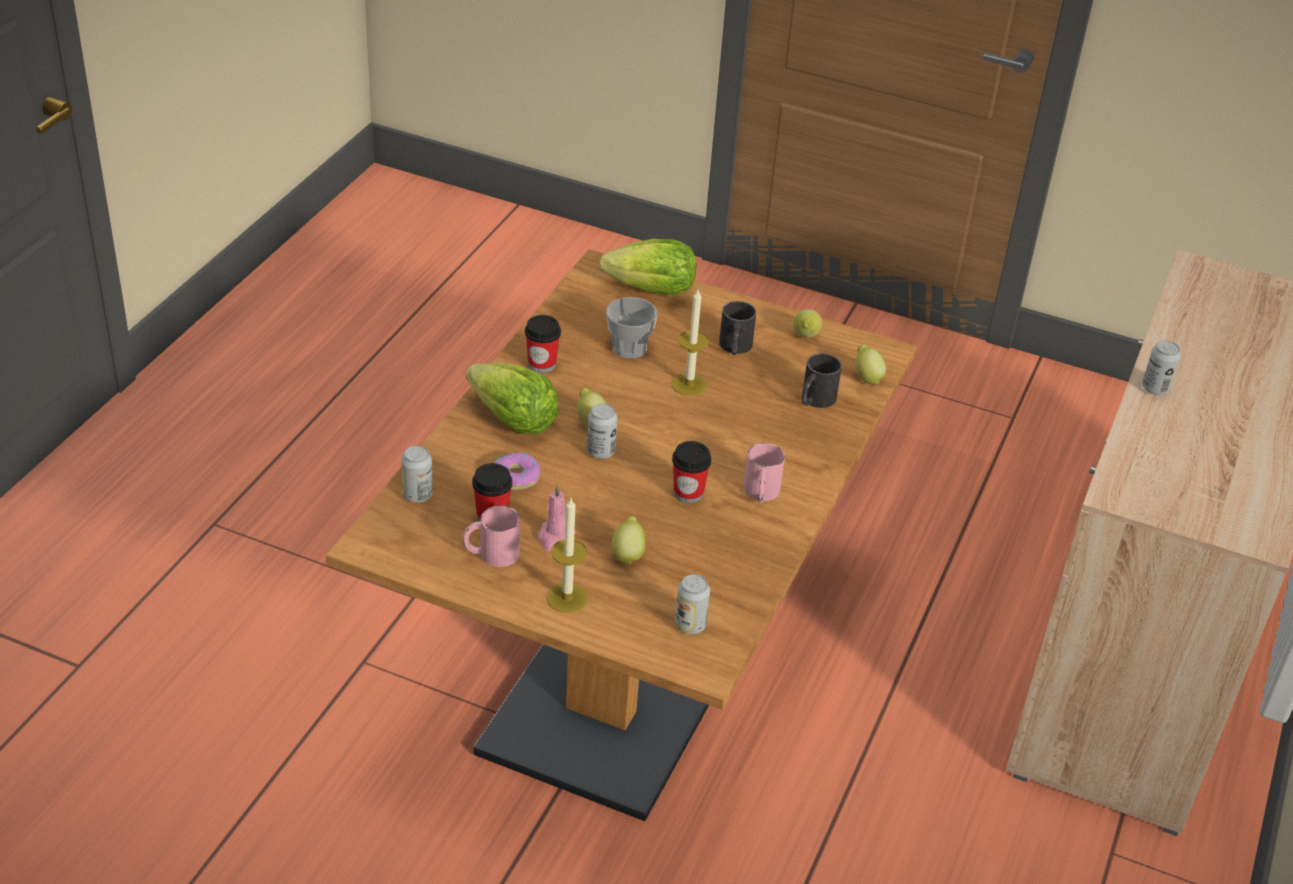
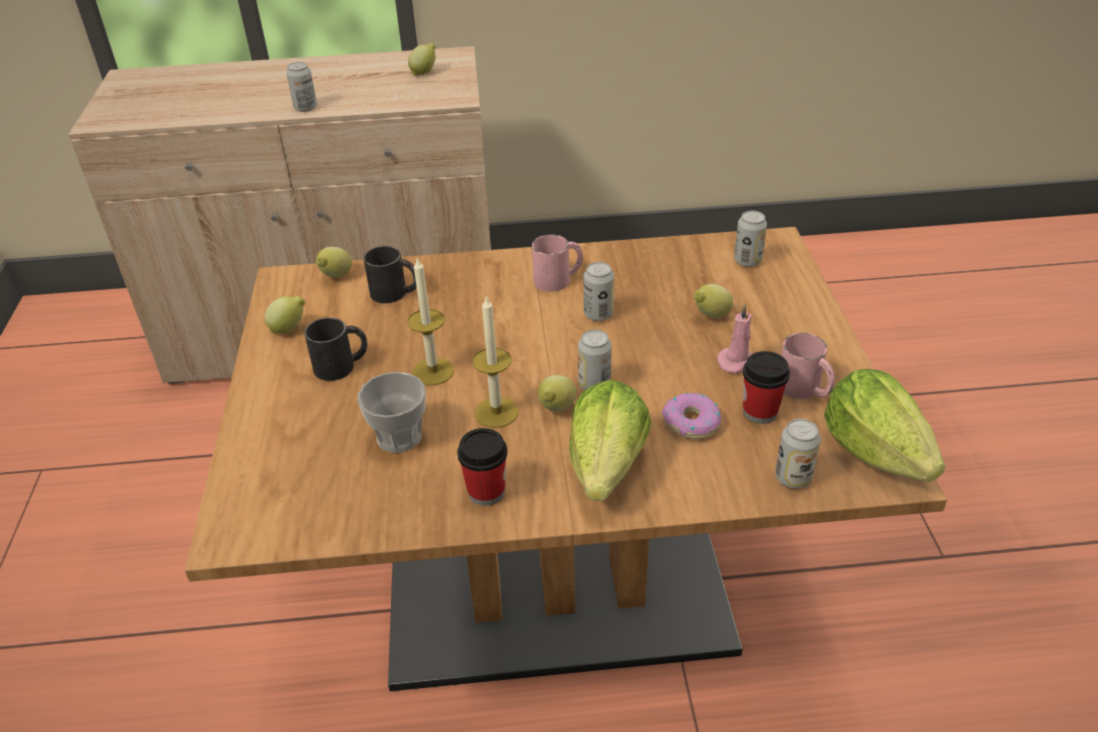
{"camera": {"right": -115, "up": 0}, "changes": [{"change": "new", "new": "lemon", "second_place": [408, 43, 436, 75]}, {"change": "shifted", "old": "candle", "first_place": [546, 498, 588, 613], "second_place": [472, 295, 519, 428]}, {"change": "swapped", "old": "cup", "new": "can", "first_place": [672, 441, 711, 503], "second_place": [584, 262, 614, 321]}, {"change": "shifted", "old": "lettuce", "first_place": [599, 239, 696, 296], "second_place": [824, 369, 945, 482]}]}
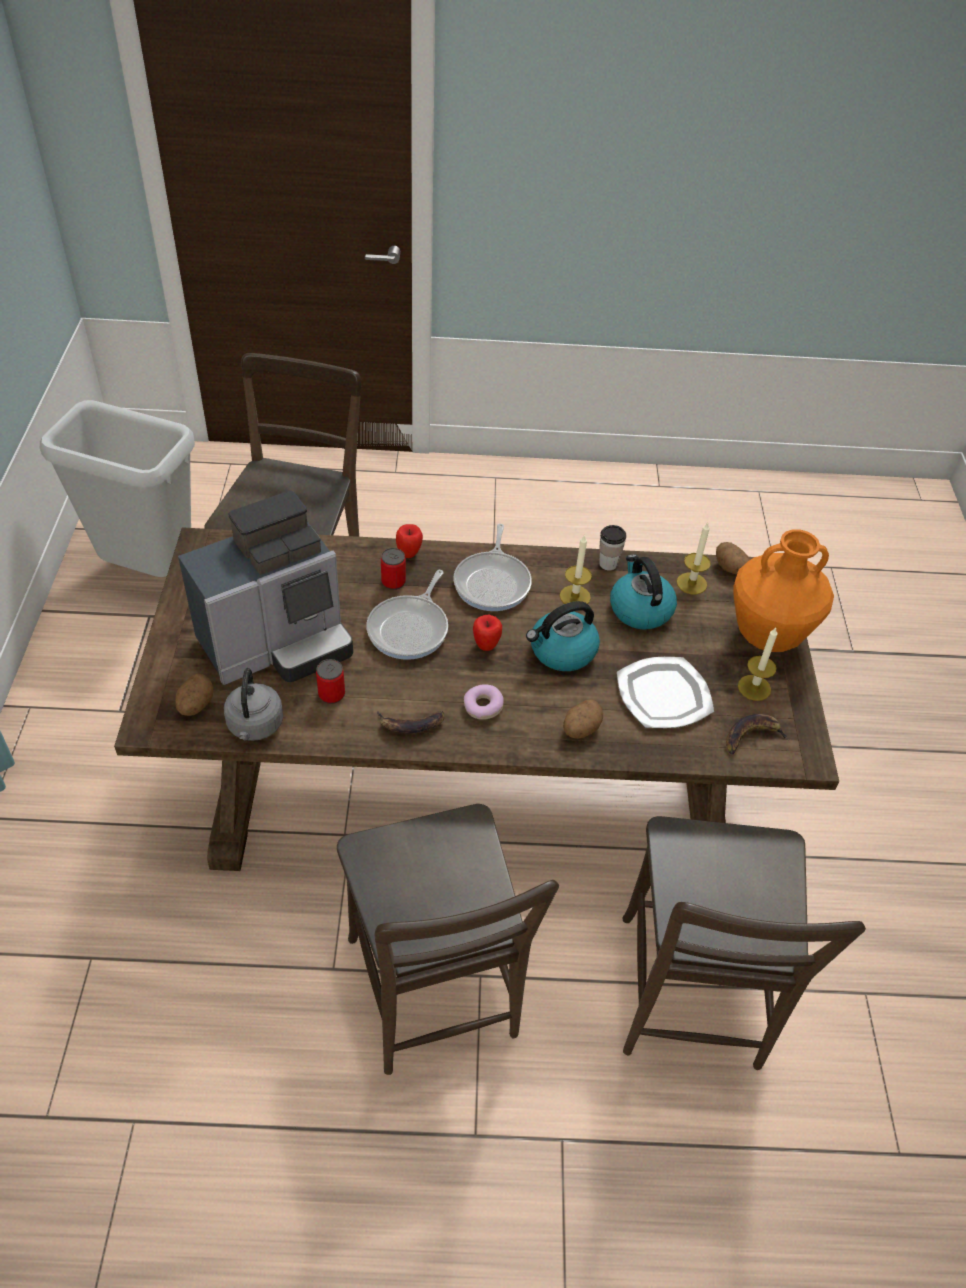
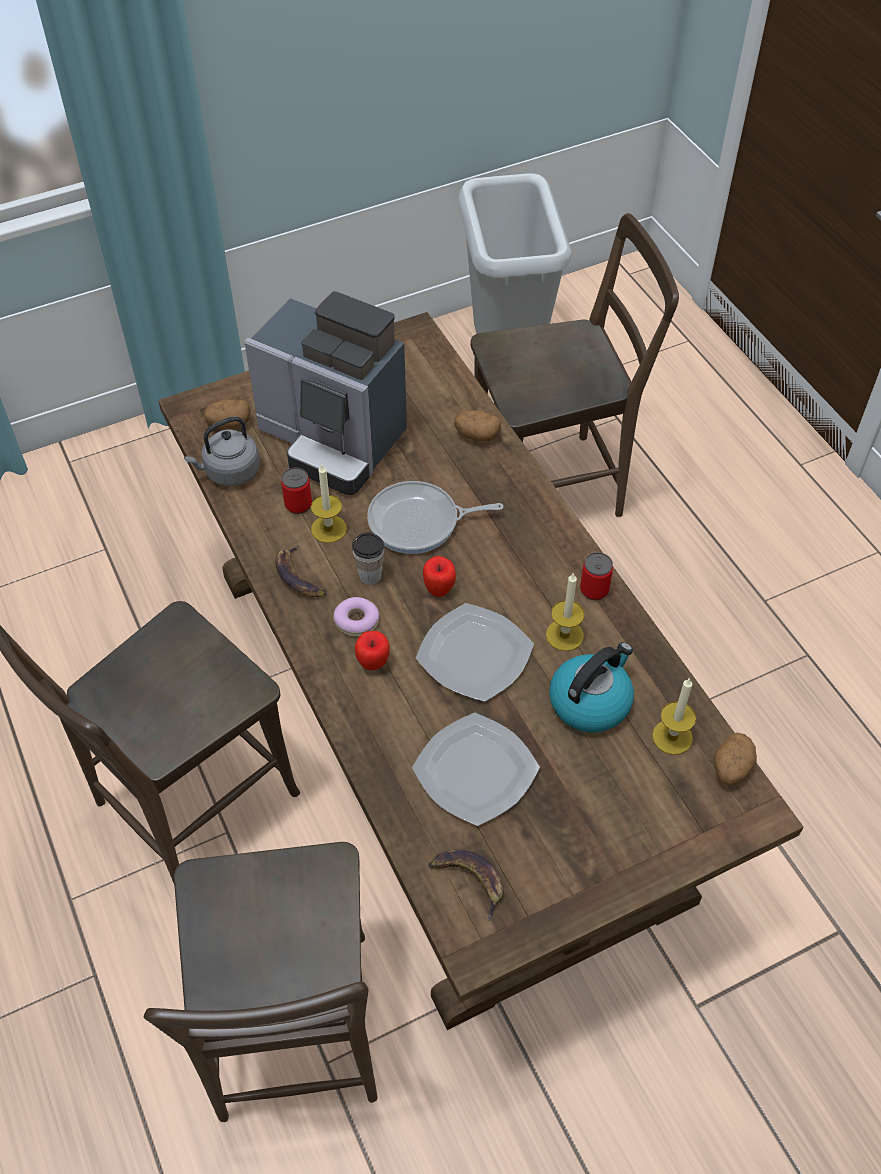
{"camera": {"right": 65, "up": 5}, "changes": [{"change": "rotated", "old": "chair/brown", "first_place": [623, 816, 866, 1070], "second_place": [144, 842, 378, 1122], "degrees": -75}, {"change": "shifted", "old": "candle", "first_place": [738, 628, 777, 701], "second_place": [311, 465, 347, 543]}, {"change": "shifted", "old": "cup", "first_place": [599, 525, 626, 570], "second_place": [352, 532, 384, 585]}, {"change": "shifted", "old": "apple", "first_place": [396, 524, 423, 558], "second_place": [355, 631, 390, 670]}, {"change": "swapped", "old": "kettle", "new": "plate", "first_place": [526, 601, 600, 671], "second_place": [416, 603, 534, 702]}, {"change": "shifted", "old": "potato", "first_place": [563, 699, 603, 739], "second_place": [454, 410, 501, 442]}, {"change": "shifted", "old": "can", "first_place": [381, 548, 406, 590], "second_place": [580, 552, 613, 600]}, {"change": "gone", "old": "frying pan", "first_place": [453, 524, 532, 611]}, {"change": "gone", "old": "vase/orange", "first_place": [733, 529, 834, 652]}]}
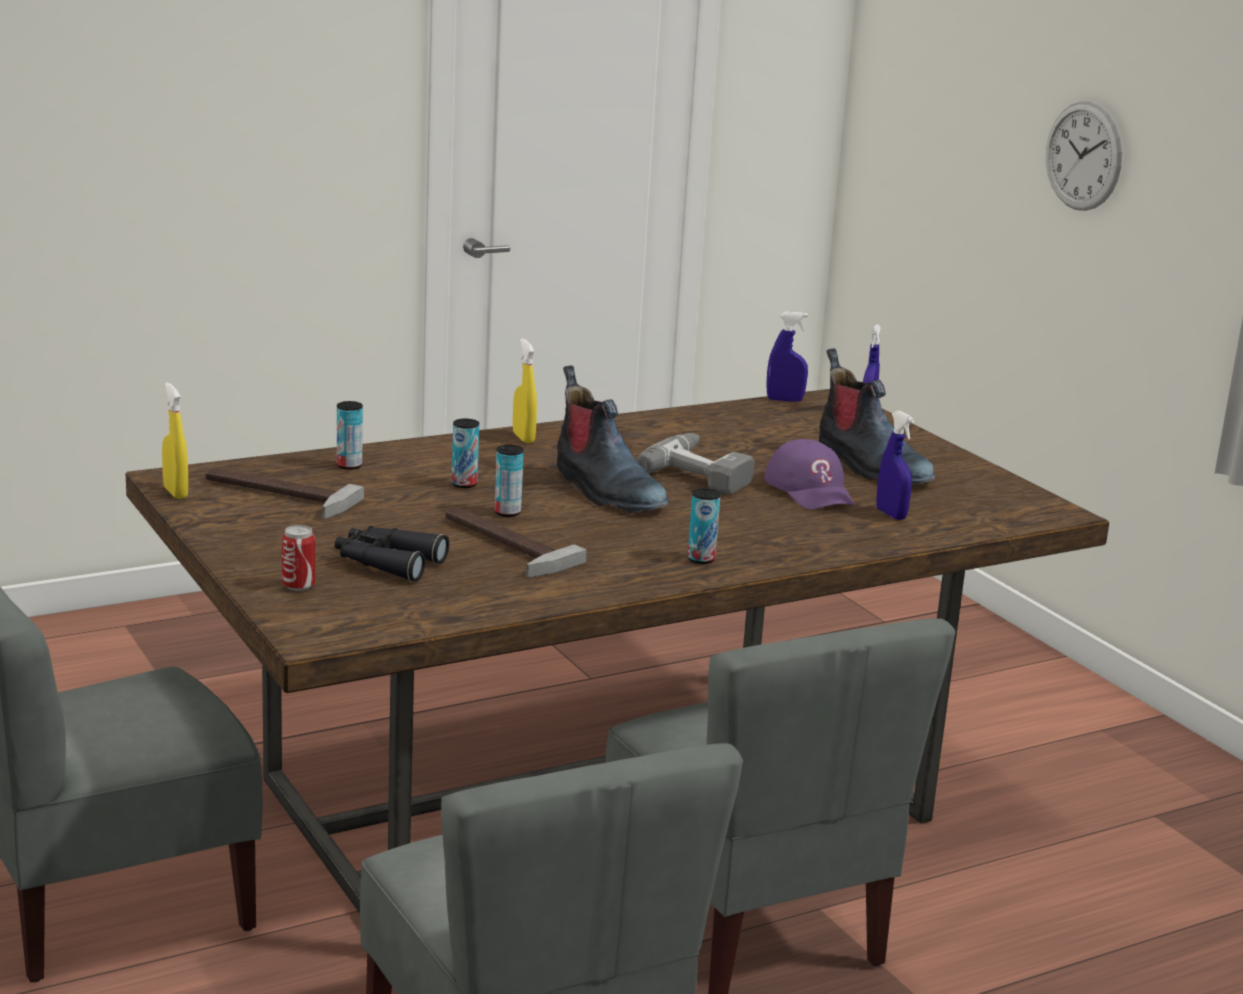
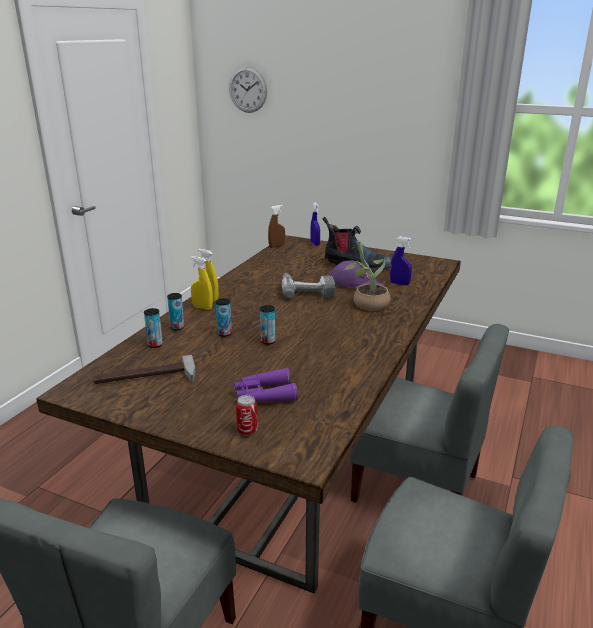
{"camera": {"right": -35, "up": 5}, "changes": [{"change": "shifted", "old": "can", "first_place": [688, 488, 721, 564], "second_place": [167, 293, 184, 330]}, {"change": "shifted", "old": "spray bottle/yellow", "first_place": [162, 382, 188, 499], "second_place": [191, 256, 213, 310]}, {"change": "shifted", "old": "wall clock", "first_place": [1046, 101, 1123, 211], "second_place": [229, 67, 267, 113]}, {"change": "repainted", "old": "binoculars/black", "new": "binoculars/purple", "first_place": [335, 526, 449, 582], "second_place": [234, 368, 298, 402]}, {"change": "repainted", "old": "spray bottle/blue", "new": "spray bottle/brown", "first_place": [766, 312, 808, 402], "second_place": [268, 205, 285, 248]}, {"change": "new", "new": "potted plant", "second_place": [344, 241, 391, 311]}, {"change": "gone", "old": "hammer", "first_place": [445, 507, 587, 578]}, {"change": "gone", "old": "boot", "first_place": [557, 366, 669, 513]}]}
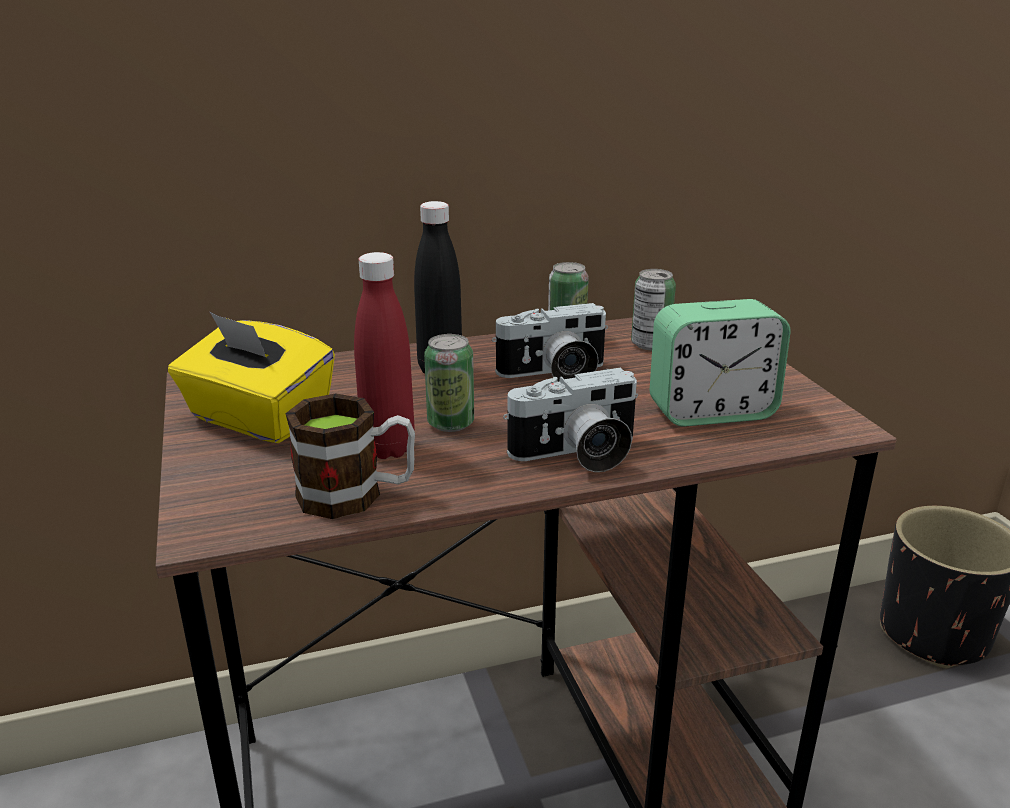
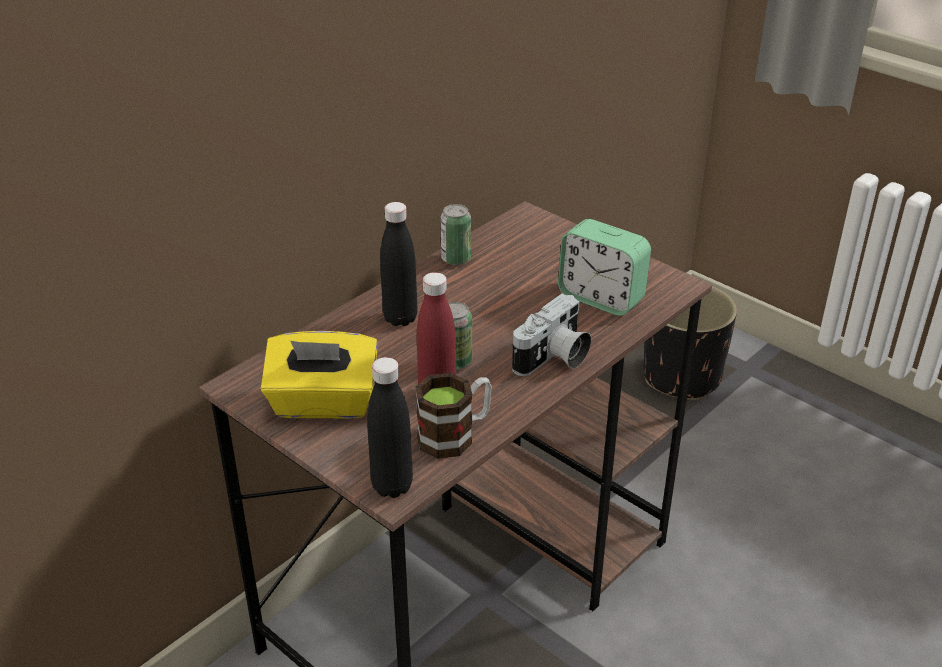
{"camera": {"right": -30, "up": 10}, "changes": [{"change": "new", "new": "bottle/black", "second_place": [367, 357, 413, 498]}, {"change": "rotated", "old": "alarm clock", "first_place": [650, 299, 791, 427], "second_place": [558, 219, 651, 316], "degrees": 75}, {"change": "gone", "old": "photo camera", "first_place": [492, 303, 608, 382]}, {"change": "gone", "old": "can", "first_place": [631, 269, 676, 350]}]}
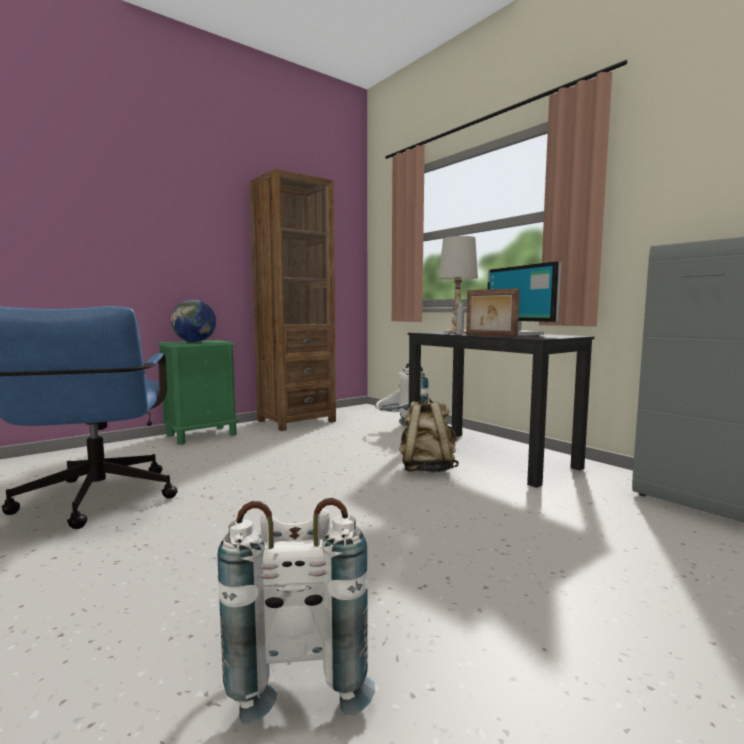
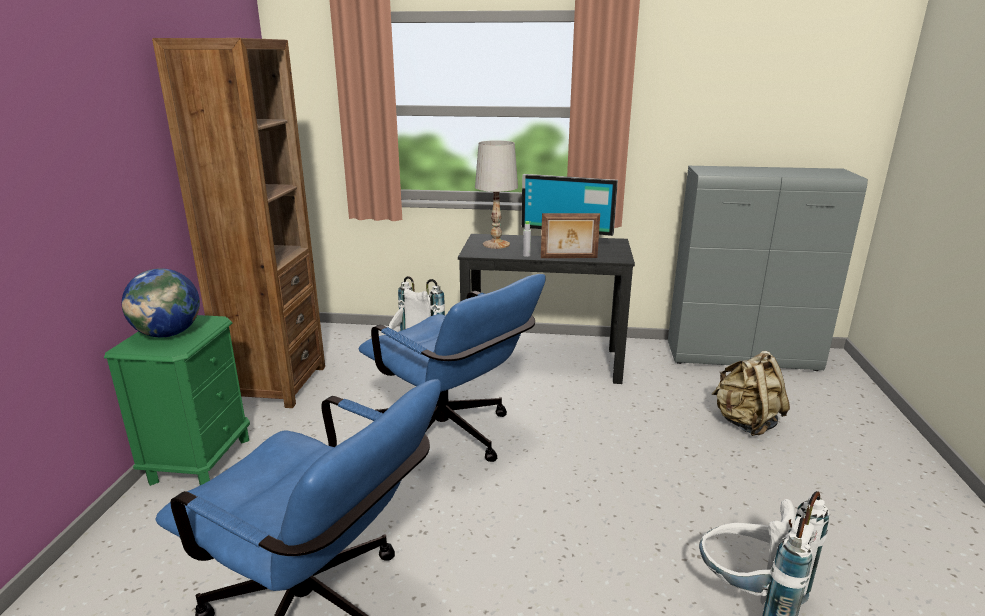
{"camera": {"right": -45, "up": 15}, "changes": [{"change": "new", "new": "office chair/blue", "second_place": [359, 274, 545, 462]}, {"change": "shifted", "old": "backpack/beige", "first_place": [399, 394, 459, 473], "second_place": [711, 351, 790, 436]}]}
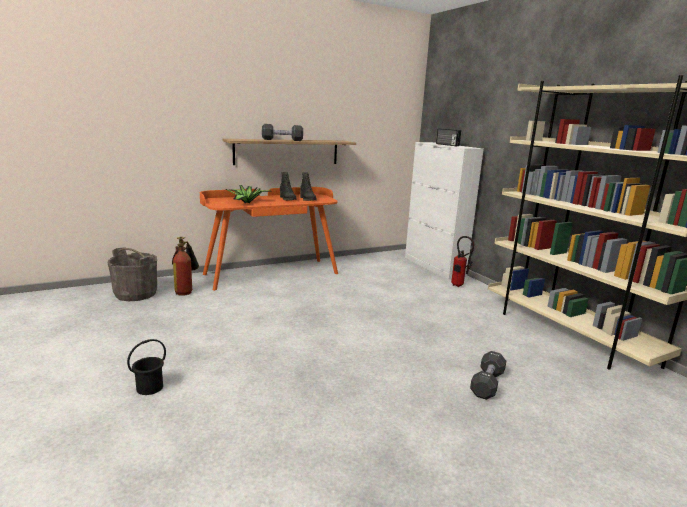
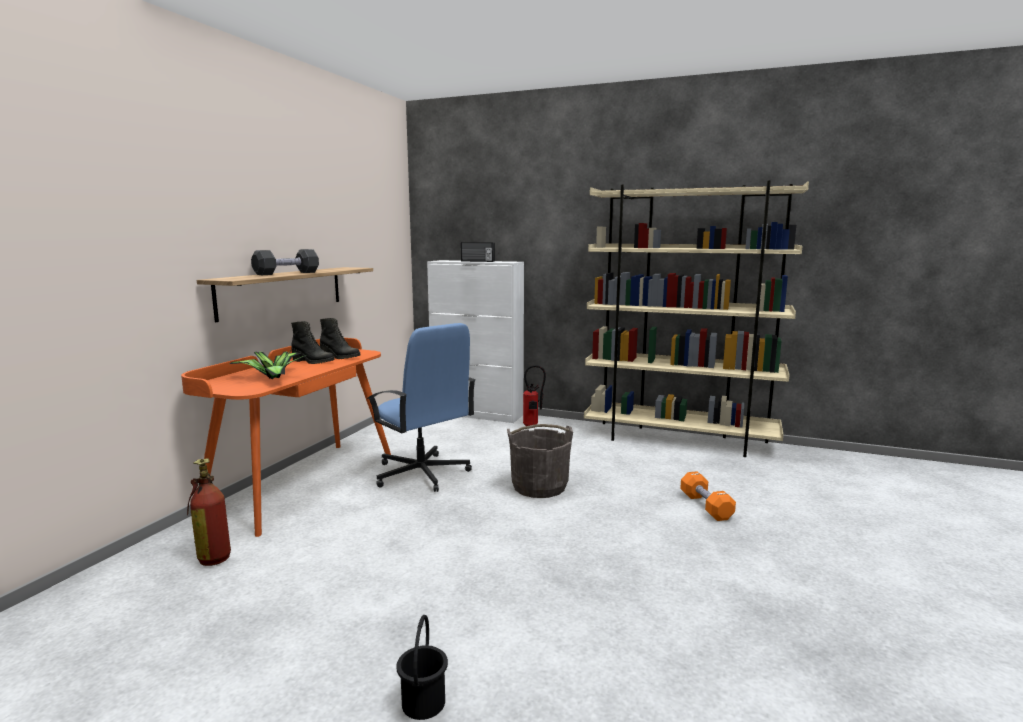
{"camera": {"right": -40, "up": -5}, "changes": [{"change": "new", "new": "office chair/blue", "second_place": [367, 323, 476, 492]}, {"change": "shifted", "old": "bucket/grey", "first_place": [108, 247, 157, 301], "second_place": [507, 424, 573, 498]}, {"change": "repainted", "old": "dumbbell/black", "new": "dumbbell/orange", "first_place": [470, 351, 506, 400], "second_place": [680, 471, 736, 521]}]}
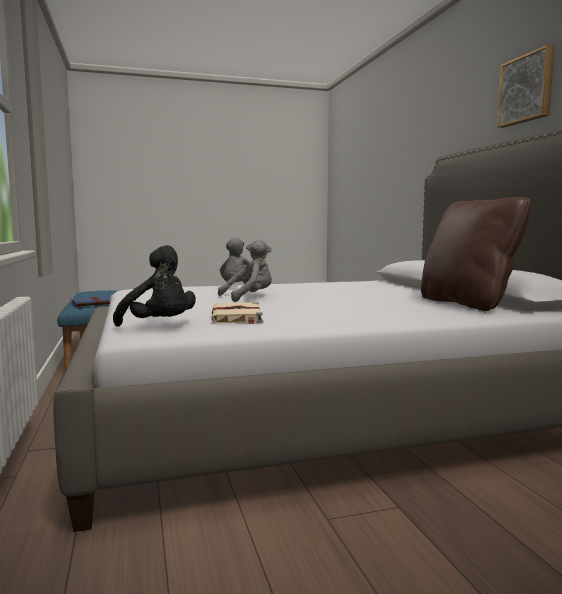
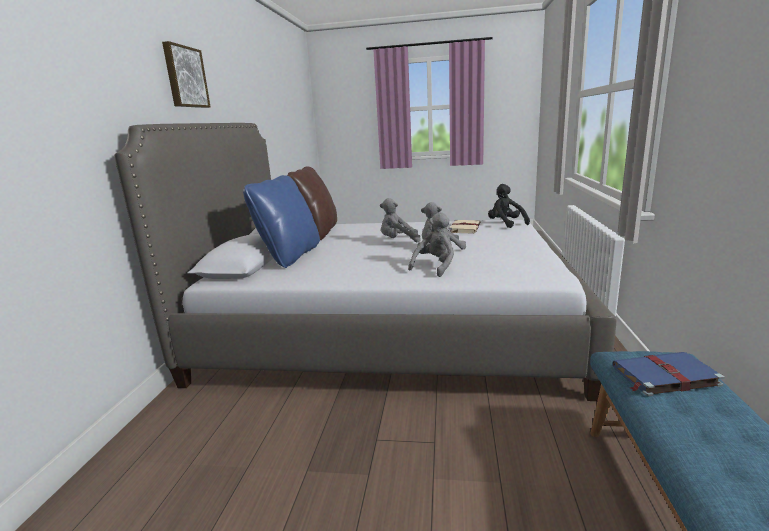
{"camera": {"right": -155, "up": 10}, "changes": [{"change": "new", "new": "pillow/blue", "second_place": [243, 175, 320, 268]}, {"change": "new", "new": "plush toy/grey", "second_place": [380, 198, 421, 242]}]}
